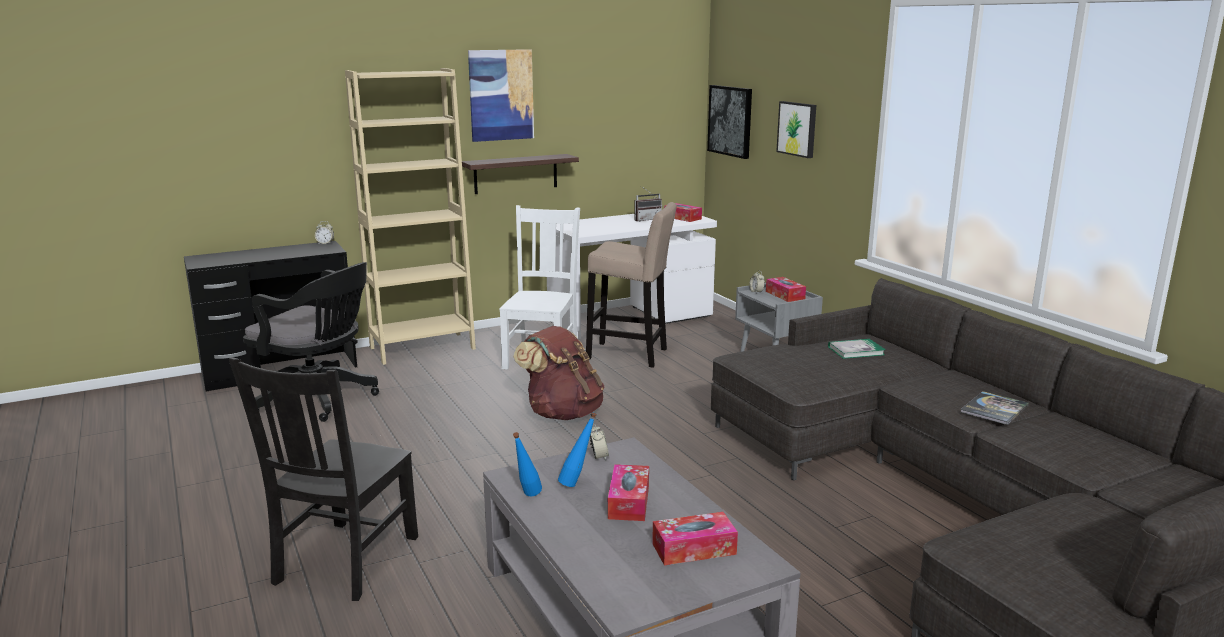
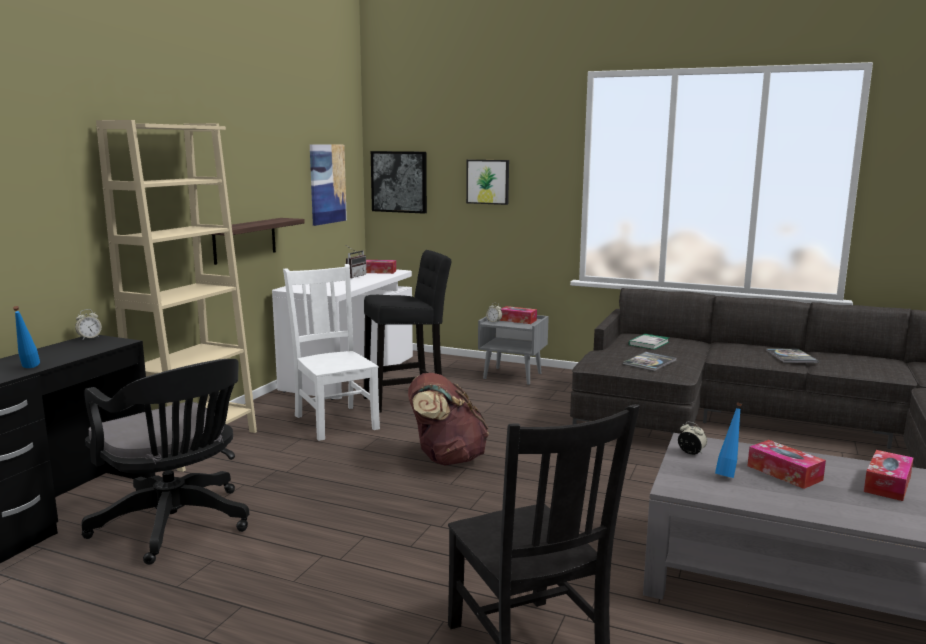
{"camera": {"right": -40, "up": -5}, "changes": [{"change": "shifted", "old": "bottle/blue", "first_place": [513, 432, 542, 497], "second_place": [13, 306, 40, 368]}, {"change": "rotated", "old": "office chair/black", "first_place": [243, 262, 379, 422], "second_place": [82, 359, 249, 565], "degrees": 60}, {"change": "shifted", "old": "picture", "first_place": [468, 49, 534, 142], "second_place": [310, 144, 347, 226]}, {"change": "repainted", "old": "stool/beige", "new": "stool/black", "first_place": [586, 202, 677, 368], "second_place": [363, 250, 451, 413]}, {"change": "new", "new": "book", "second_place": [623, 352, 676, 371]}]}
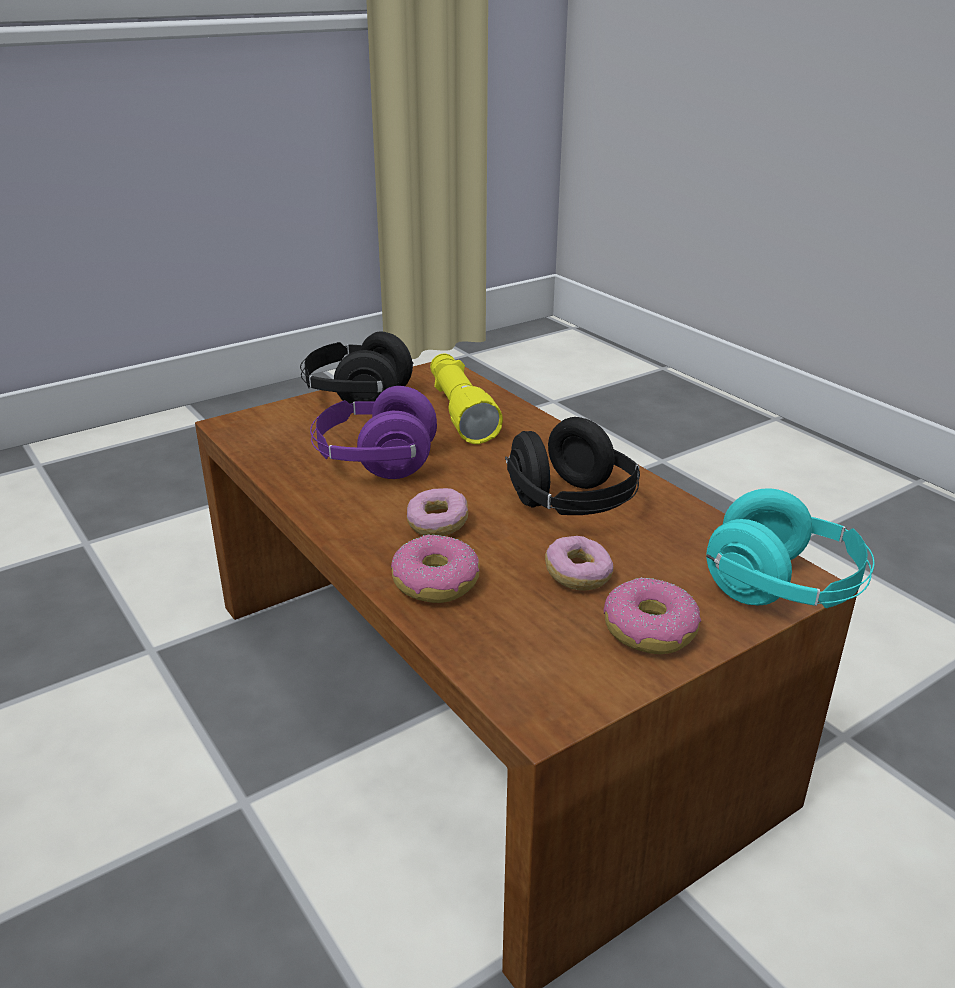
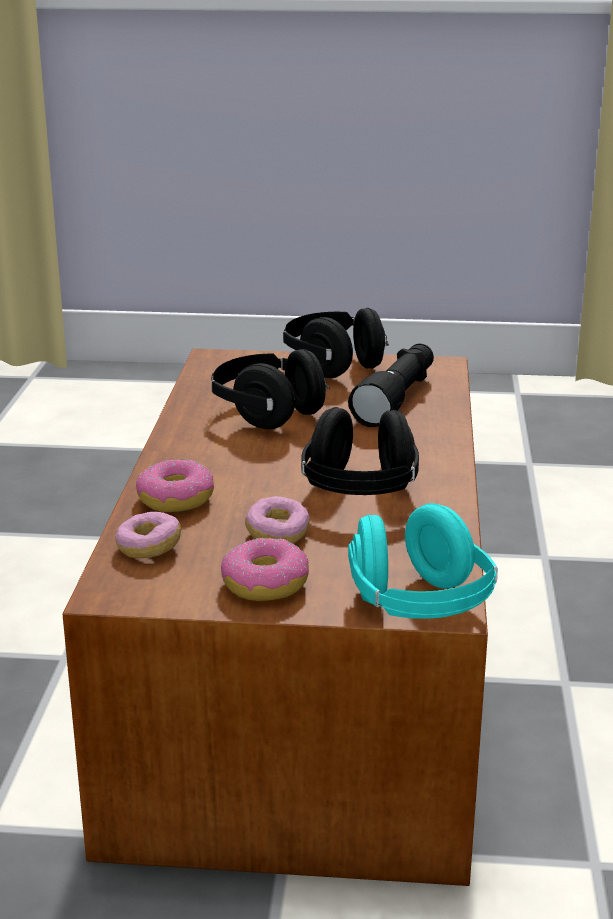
{"camera": {"right": 40, "up": -5}, "changes": [{"change": "shifted", "old": "donut", "first_place": [407, 488, 468, 536], "second_place": [116, 512, 181, 558]}, {"change": "repainted", "old": "headphones/purple", "new": "headphones/black", "first_place": [310, 386, 437, 479], "second_place": [211, 349, 330, 429]}, {"change": "repainted", "old": "flashlight/yellow", "new": "flashlight/black", "first_place": [430, 353, 503, 444], "second_place": [348, 344, 434, 427]}]}
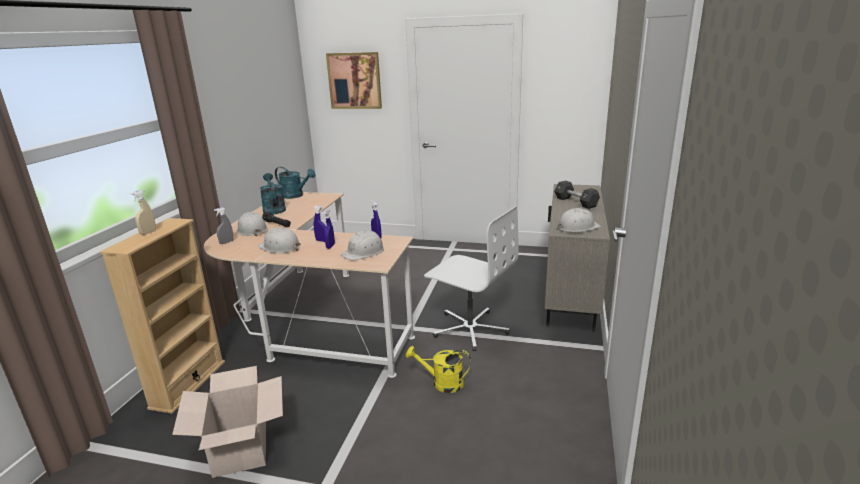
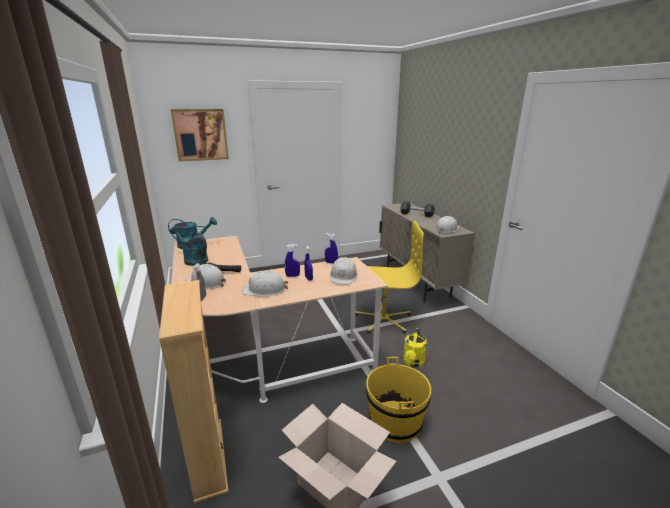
{"camera": {"right": -35, "up": 0}, "changes": [{"change": "repainted", "old": "office chair/white", "new": "office chair/yellow", "first_place": [424, 206, 519, 351], "second_place": [356, 221, 424, 334]}, {"change": "new", "new": "bucket/yellow", "second_place": [366, 357, 431, 443]}, {"change": "rotated", "old": "watering can/yellow", "first_place": [406, 346, 471, 393], "second_place": [403, 328, 427, 367], "degrees": -45}, {"change": "gone", "old": "spray bottle/beige", "first_place": [131, 190, 156, 235]}]}
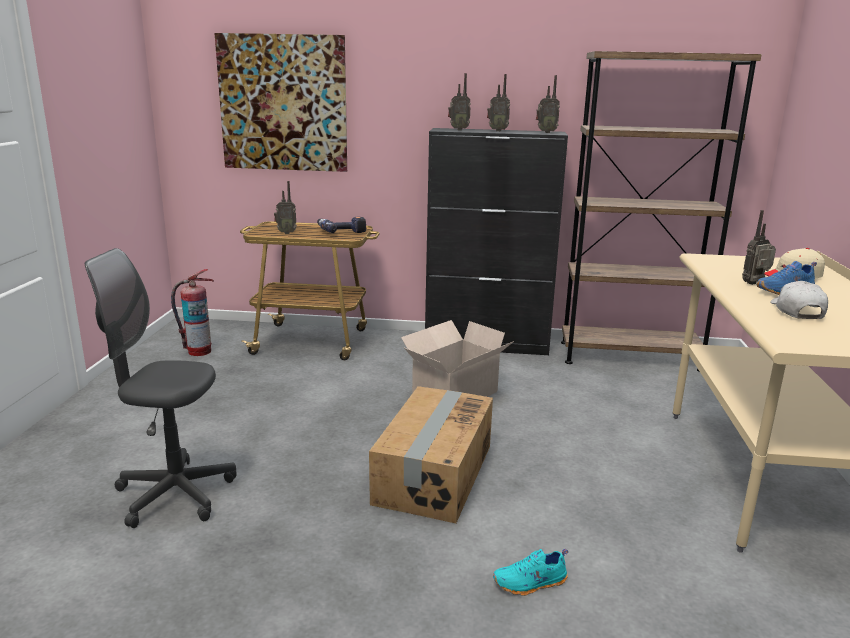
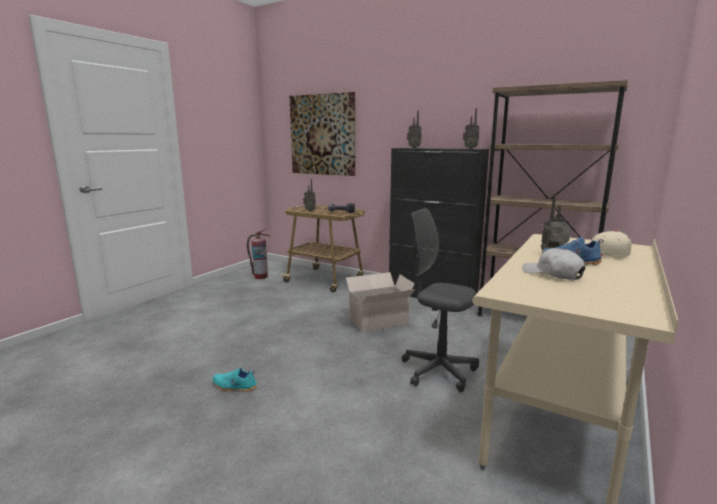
{"camera": {"right": 25, "up": -5}, "changes": [{"change": "shifted", "old": "shoe/turquoise", "first_place": [493, 549, 568, 596], "second_place": [213, 367, 257, 392]}, {"change": "shifted", "old": "office chair/grey", "first_place": [85, 248, 236, 528], "second_place": [402, 208, 479, 392]}, {"change": "rotated", "old": "cap/white", "first_place": [770, 281, 828, 319], "second_place": [522, 248, 585, 280], "degrees": -75}, {"change": "gone", "old": "cardboard box", "first_place": [369, 386, 493, 523]}, {"change": "gone", "old": "radio", "first_place": [487, 74, 510, 131]}]}
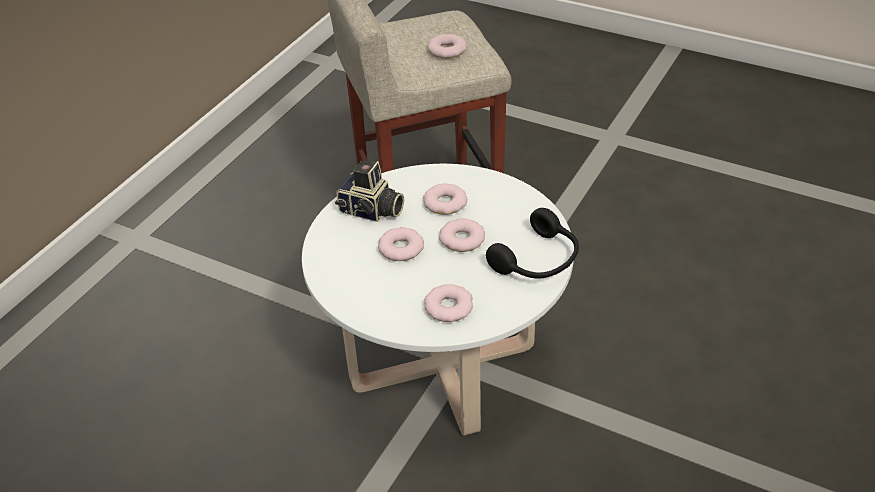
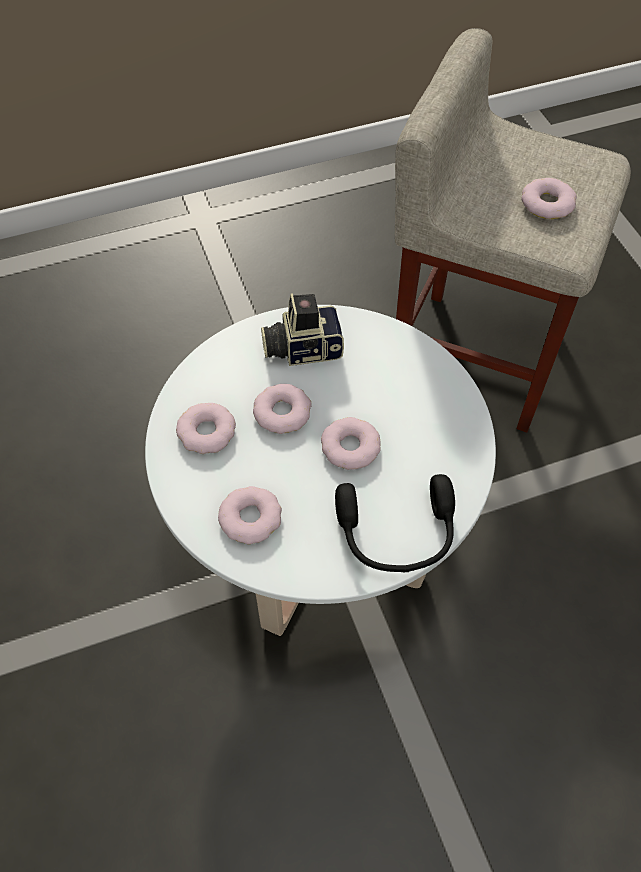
{"camera": {"right": 40, "up": 15}, "changes": [{"change": "shifted", "old": "donut", "first_place": [423, 184, 467, 215], "second_place": [176, 403, 236, 454]}, {"change": "rotated", "old": "photo camera", "first_place": [335, 161, 404, 222], "second_place": [261, 293, 344, 366], "degrees": 105}]}
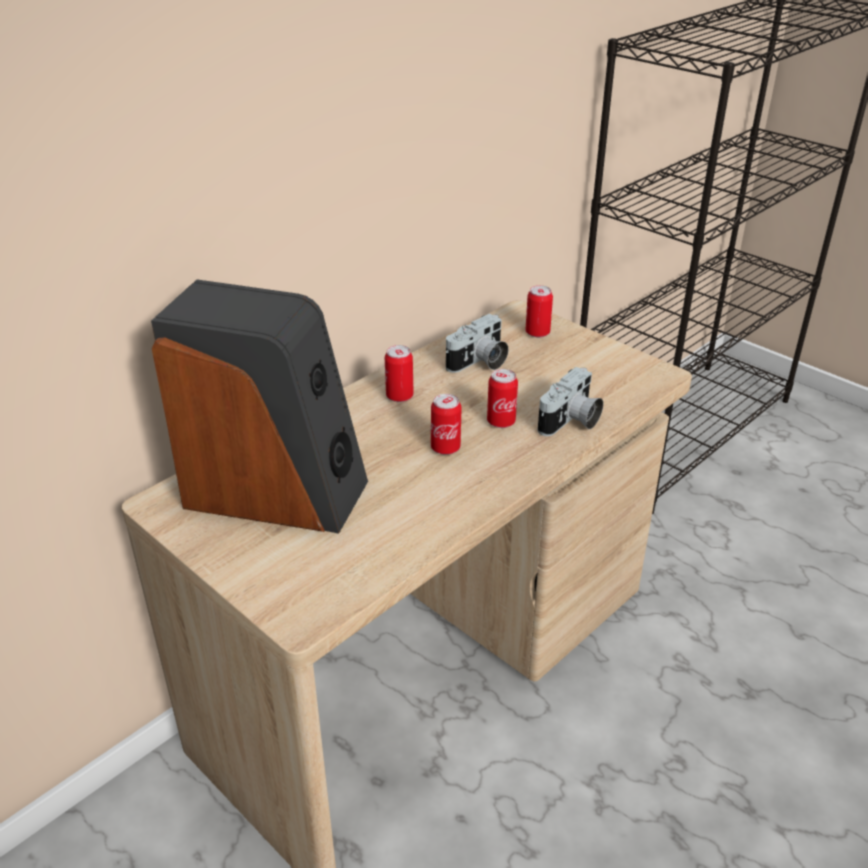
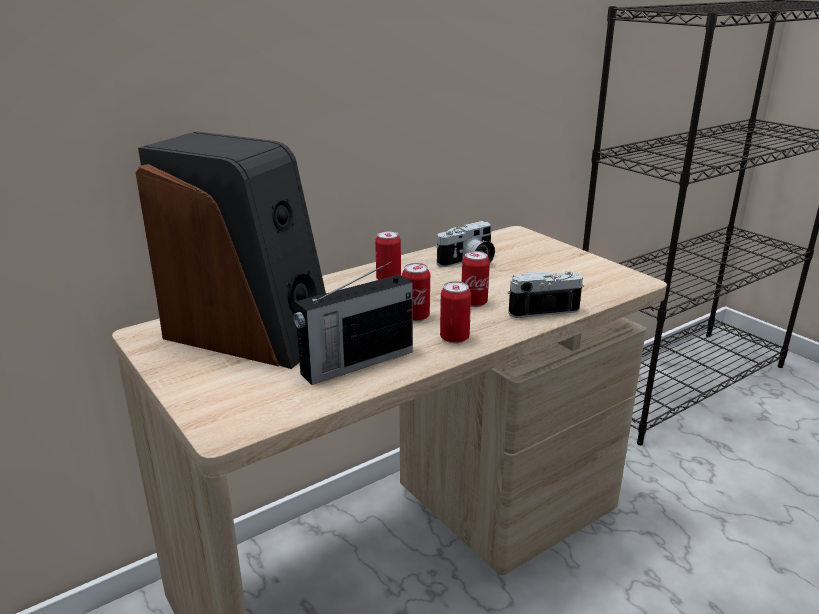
{"camera": {"right": 10, "up": -10}, "changes": [{"change": "new", "new": "radio", "second_place": [293, 261, 413, 385]}, {"change": "shifted", "old": "can", "first_place": [526, 285, 553, 338], "second_place": [440, 281, 471, 343]}, {"change": "rotated", "old": "photo camera", "first_place": [538, 367, 603, 436], "second_place": [508, 271, 584, 318], "degrees": -150}]}
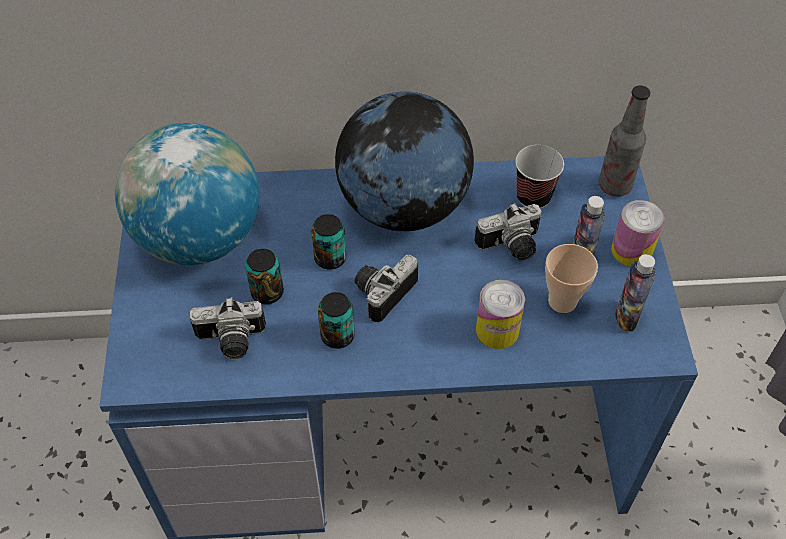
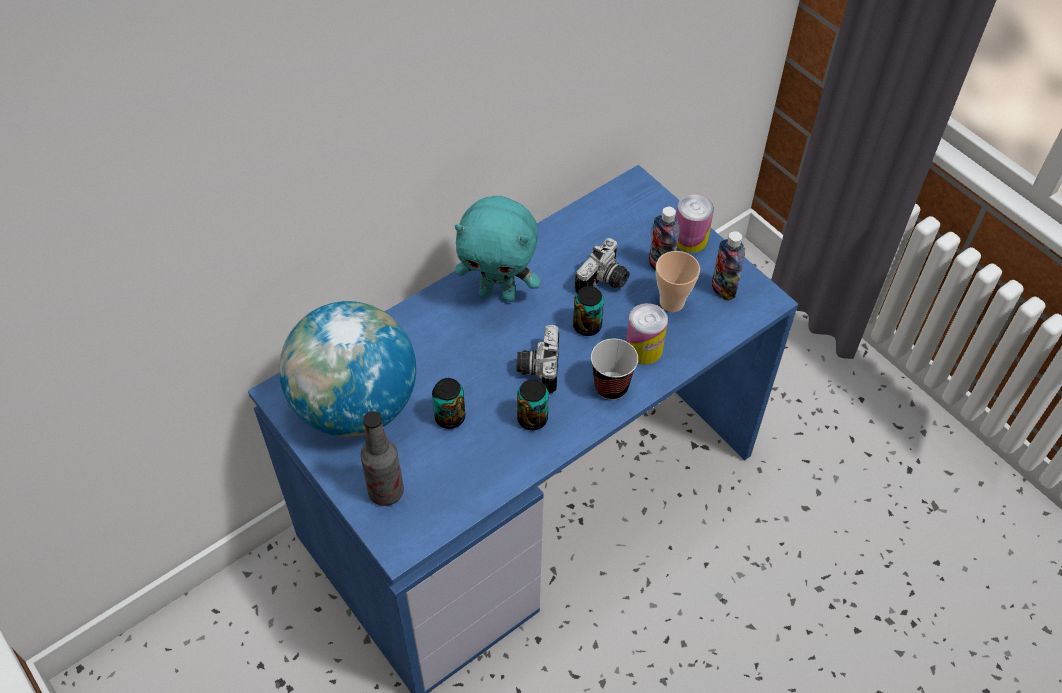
{"camera": {"right": -35, "up": 0}, "changes": [{"change": "shifted", "old": "bottle", "first_place": [599, 85, 650, 197], "second_place": [360, 411, 404, 506]}, {"change": "swapped", "old": "globe", "new": "plush toy/turquoise", "first_place": [335, 91, 474, 231], "second_place": [455, 196, 541, 302]}, {"change": "shifted", "old": "can", "first_place": [311, 214, 346, 270], "second_place": [573, 286, 604, 336]}, {"change": "shifted", "old": "cup", "first_place": [515, 145, 564, 209], "second_place": [591, 339, 638, 400]}, {"change": "gone", "old": "photo camera", "first_place": [190, 297, 266, 359]}]}
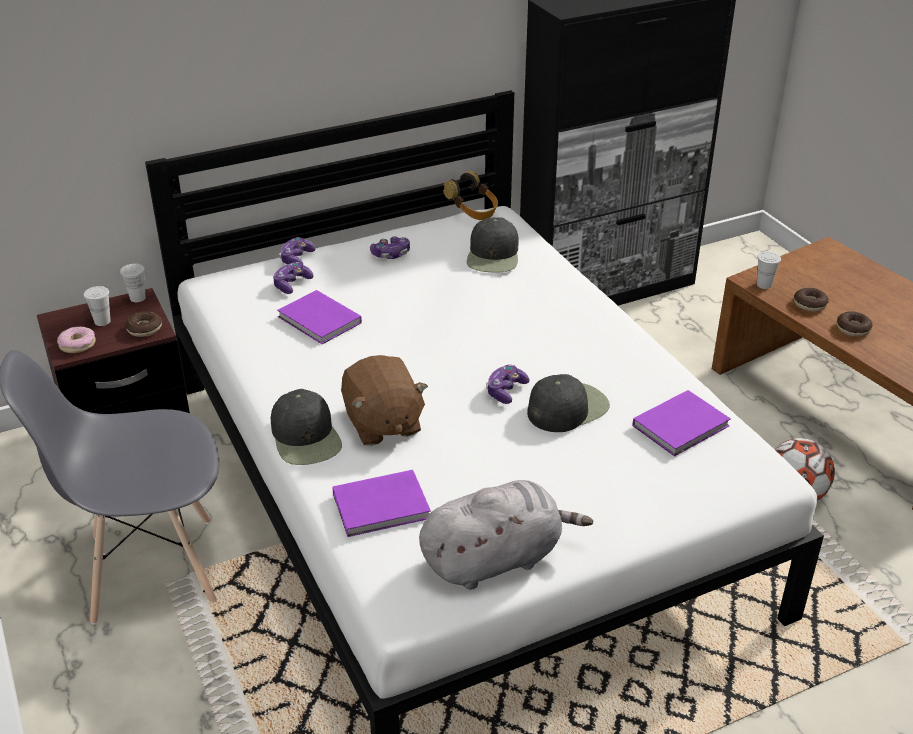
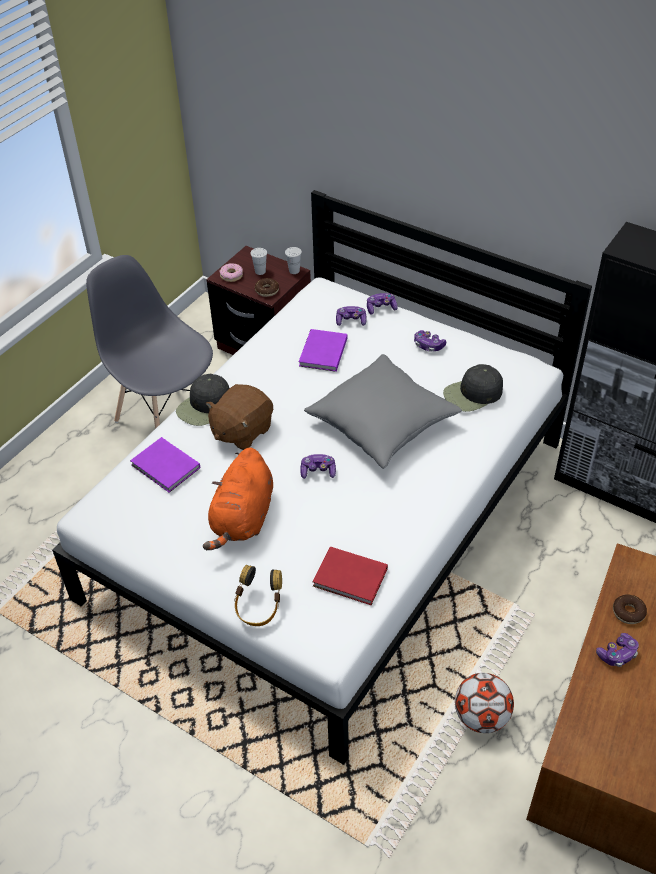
{"camera": {"right": 60, "up": 10}, "changes": [{"change": "new", "new": "plush toy/orange", "second_place": [203, 447, 273, 550]}, {"change": "shifted", "old": "headphones", "first_place": [443, 171, 498, 220], "second_place": [234, 565, 282, 626]}, {"change": "new", "new": "pillow/grey", "second_place": [304, 354, 462, 469]}, {"change": "repainted", "old": "book/purple", "new": "book/red", "first_place": [632, 390, 731, 457], "second_place": [313, 547, 388, 605]}, {"change": "swapped", "old": "donut", "new": "game controller", "first_place": [837, 311, 873, 336], "second_place": [596, 633, 639, 667]}, {"change": "gone", "old": "plush toy/grey", "first_place": [419, 480, 593, 590]}, {"change": "gone", "old": "cap/black", "first_place": [527, 374, 610, 432]}, {"change": "gone", "old": "cup/white", "first_place": [757, 252, 781, 289]}]}
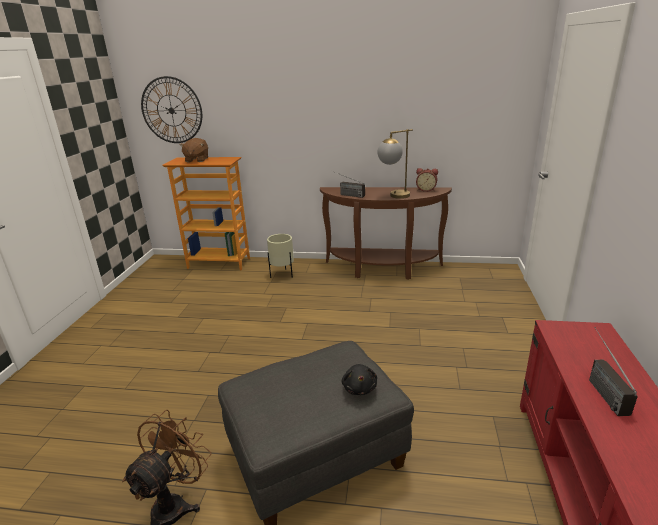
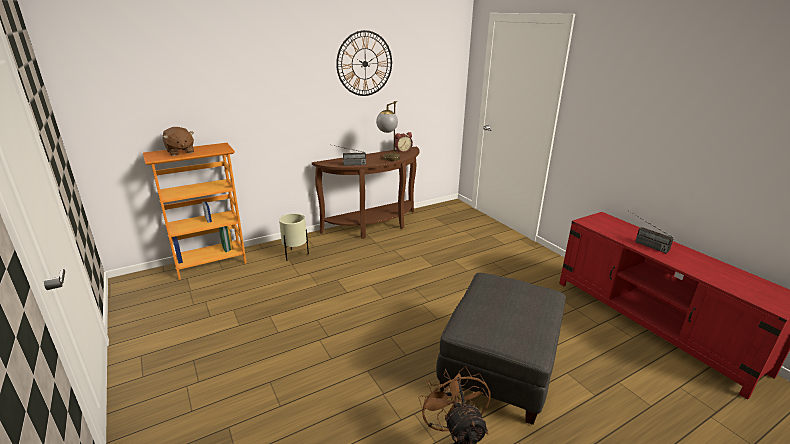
{"camera": {"right": -40, "up": 0}, "changes": [{"change": "shifted", "old": "wall clock", "first_place": [141, 76, 202, 143], "second_place": [336, 30, 392, 96]}, {"change": "gone", "old": "plush toy/black", "first_place": [341, 364, 377, 395]}]}
